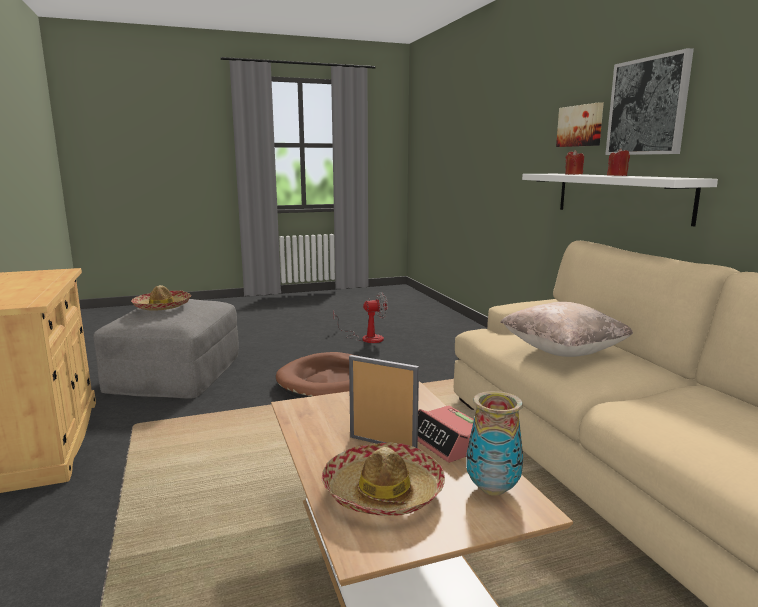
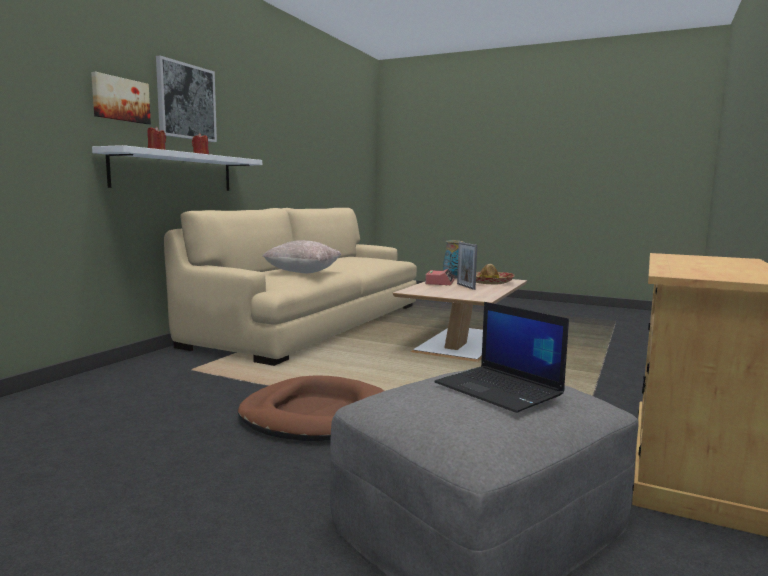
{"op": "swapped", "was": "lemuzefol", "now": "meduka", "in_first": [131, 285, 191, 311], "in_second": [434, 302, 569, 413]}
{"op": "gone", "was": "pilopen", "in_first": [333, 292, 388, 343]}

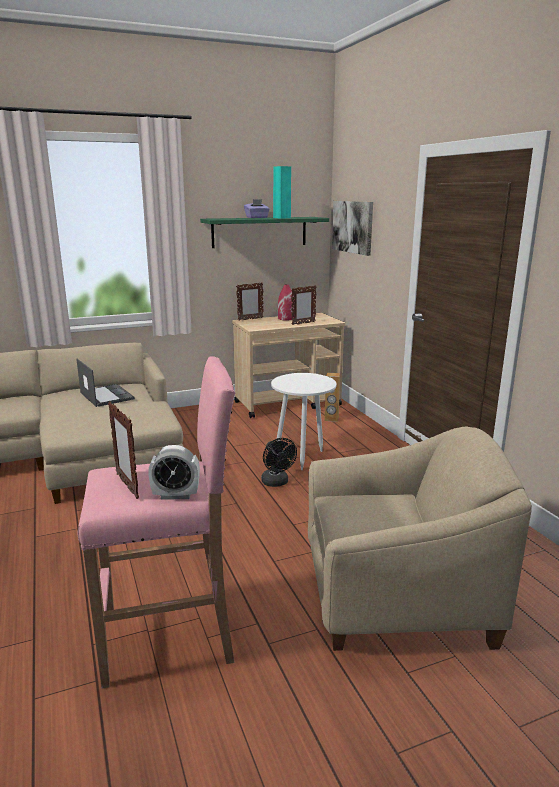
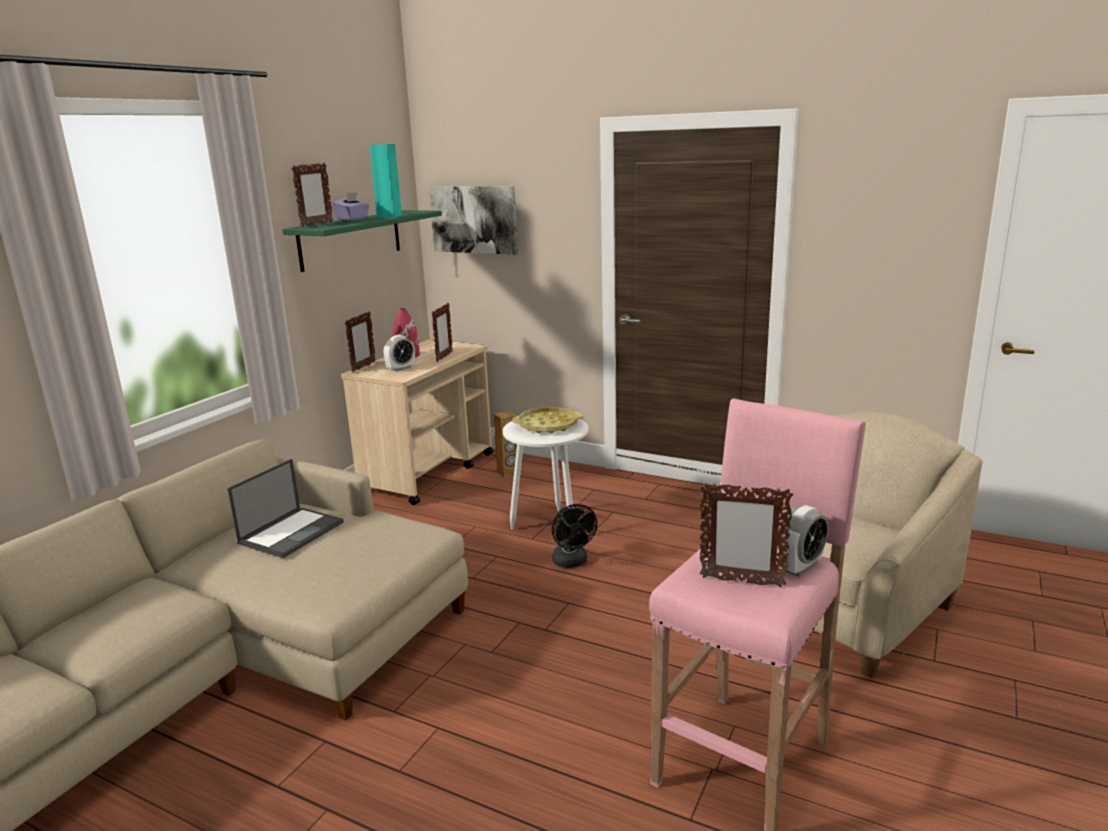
{"op": "rotated", "was": "meduka", "in_first": [76, 359, 135, 407], "in_second": [227, 459, 344, 558], "clockwise": 105}
{"op": "rotated", "was": "black pilopen", "in_first": [261, 438, 297, 487], "in_second": [552, 504, 598, 568], "clockwise": 45}
{"op": "new", "now": "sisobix", "in_second": [291, 163, 333, 227]}
{"op": "new", "now": "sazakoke", "in_second": [384, 335, 415, 372]}
{"op": "new", "now": "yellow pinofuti", "in_second": [512, 407, 583, 433]}

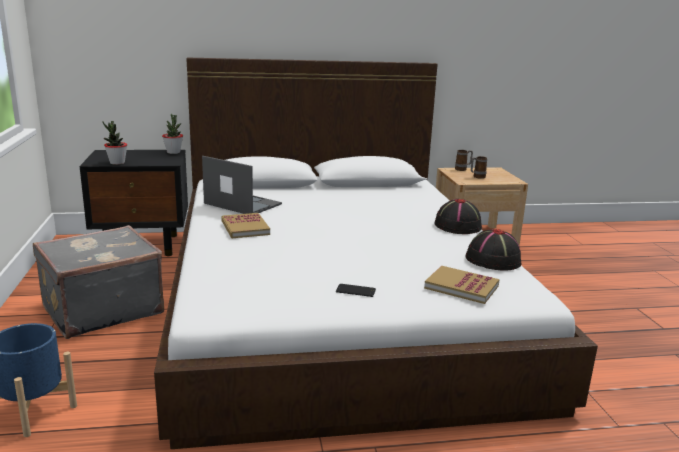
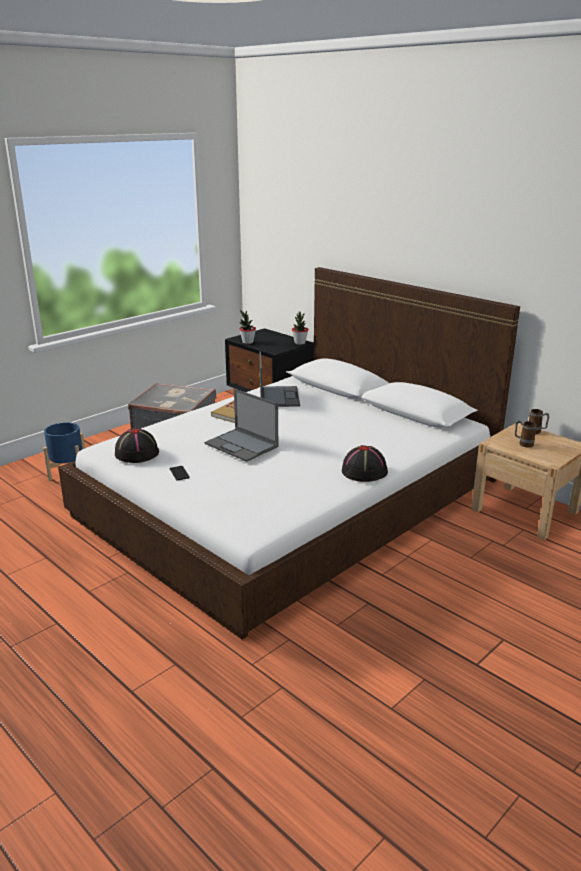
{"op": "gone", "was": "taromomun", "in_first": [424, 266, 499, 304]}
{"op": "shifted", "was": "black lemuzefol", "in_first": [465, 229, 521, 271], "in_second": [115, 428, 159, 463]}
{"op": "new", "now": "meduka", "in_second": [204, 389, 279, 462]}

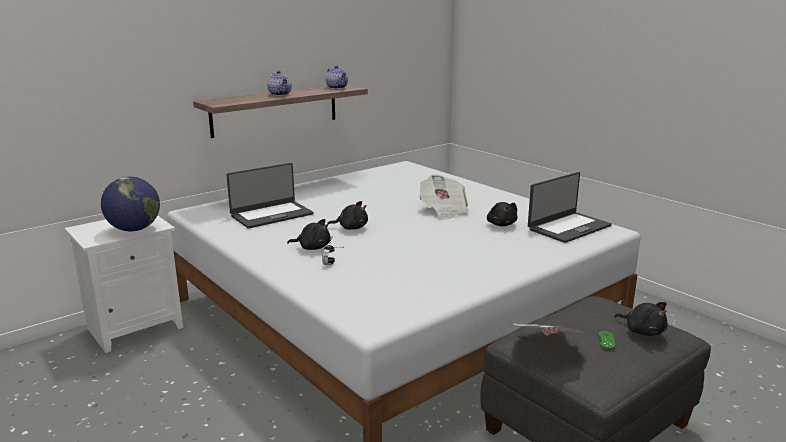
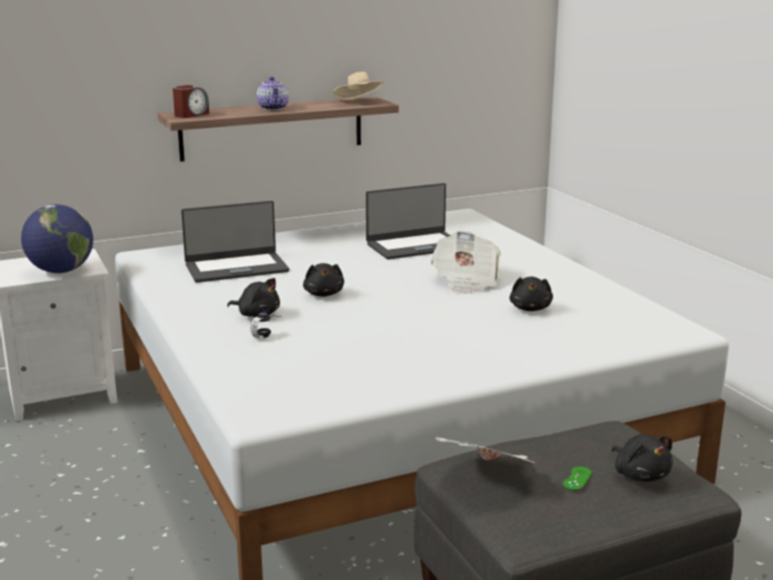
{"op": "swapped", "was": "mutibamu", "now": "beige lemuzefol", "in_first": [325, 65, 348, 89], "in_second": [333, 72, 383, 99]}
{"op": "rotated", "was": "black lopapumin", "in_first": [327, 201, 368, 230], "in_second": [303, 263, 344, 297], "clockwise": 60}
{"op": "shifted", "was": "meduka", "in_first": [528, 172, 612, 243], "in_second": [366, 183, 451, 259]}
{"op": "new", "now": "sazakoke", "in_second": [173, 85, 209, 118]}

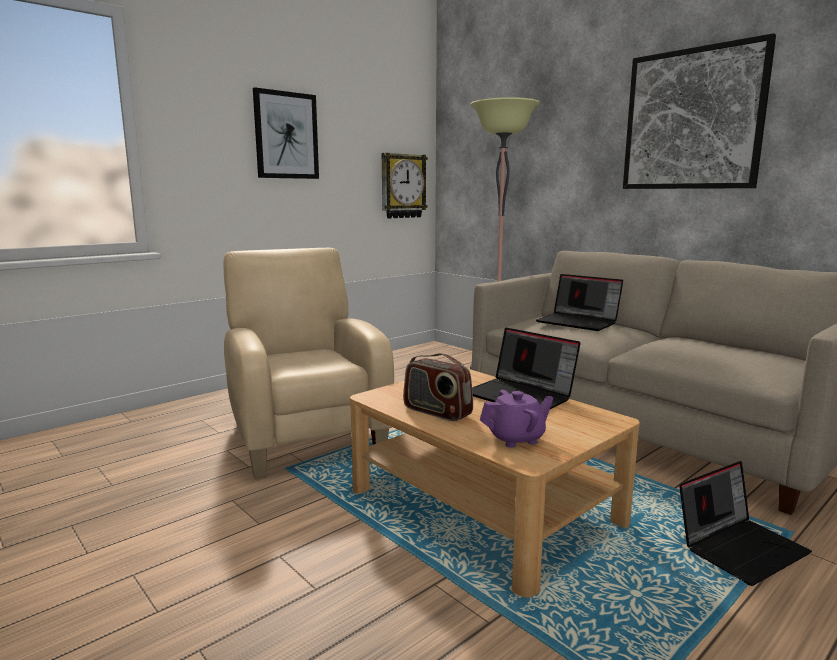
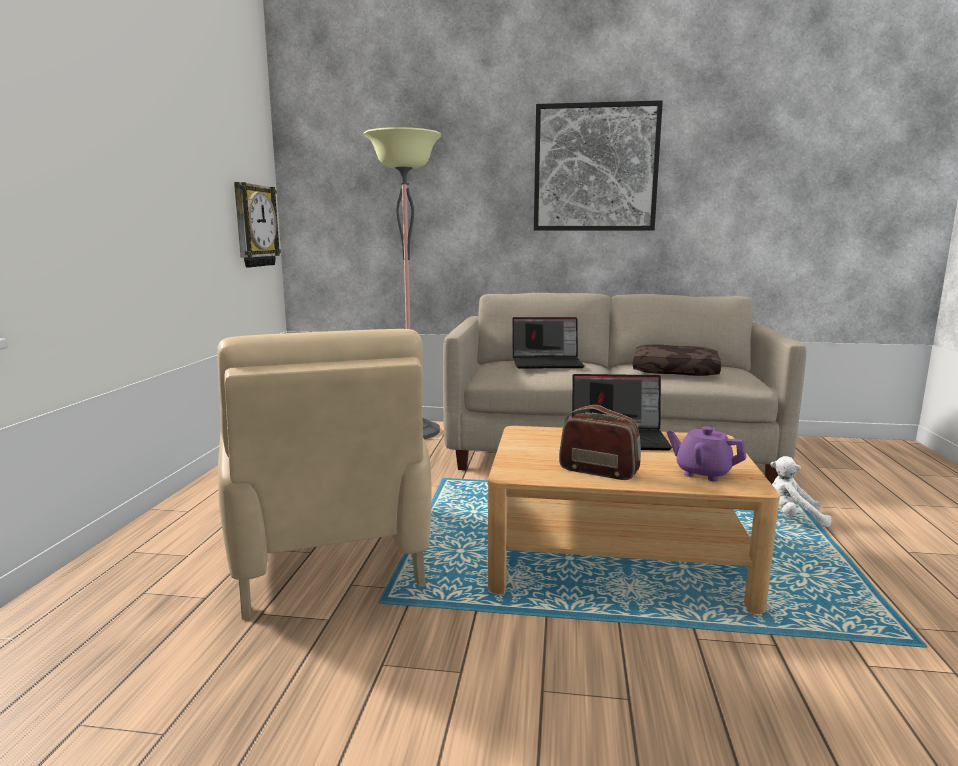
{"op": "rotated", "was": "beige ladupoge", "in_first": [223, 248, 394, 478], "in_second": [217, 329, 432, 620], "clockwise": -135}
{"op": "gone", "was": "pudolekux", "in_first": [253, 87, 319, 179]}
{"op": "rotated", "was": "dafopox", "in_first": [403, 353, 473, 421], "in_second": [559, 405, 641, 480], "clockwise": -150}
{"op": "rotated", "was": "purple mutibamu", "in_first": [480, 390, 553, 448], "in_second": [667, 426, 747, 482], "clockwise": -90}
{"op": "swapped", "was": "meduka", "now": "white lopapumin", "in_first": [679, 461, 812, 586], "in_second": [770, 456, 831, 527]}
{"op": "new", "now": "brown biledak", "in_second": [633, 345, 721, 376]}

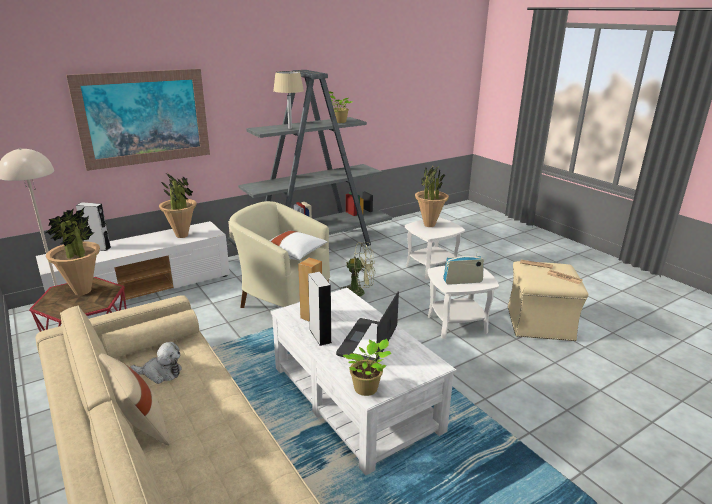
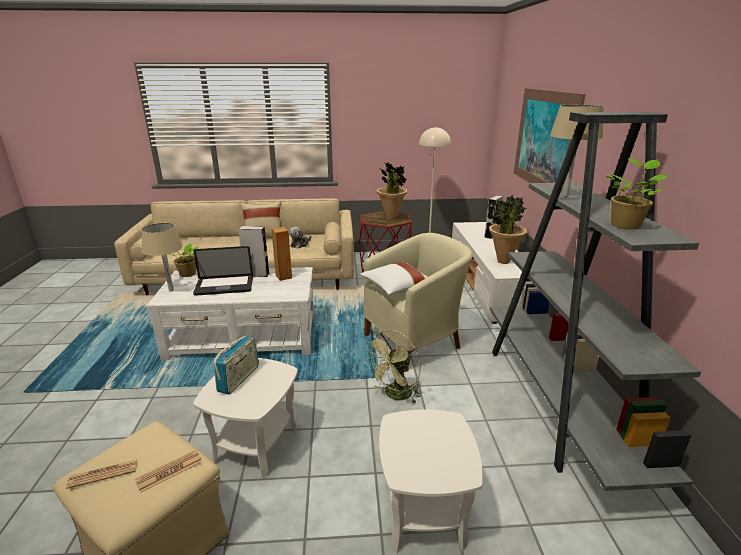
{"op": "rotated", "was": "meduka", "in_first": [336, 291, 399, 361], "in_second": [193, 246, 253, 296], "clockwise": 120}
{"op": "gone", "was": "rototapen", "in_first": [415, 166, 449, 227]}
{"op": "new", "now": "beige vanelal", "in_second": [141, 223, 183, 292]}

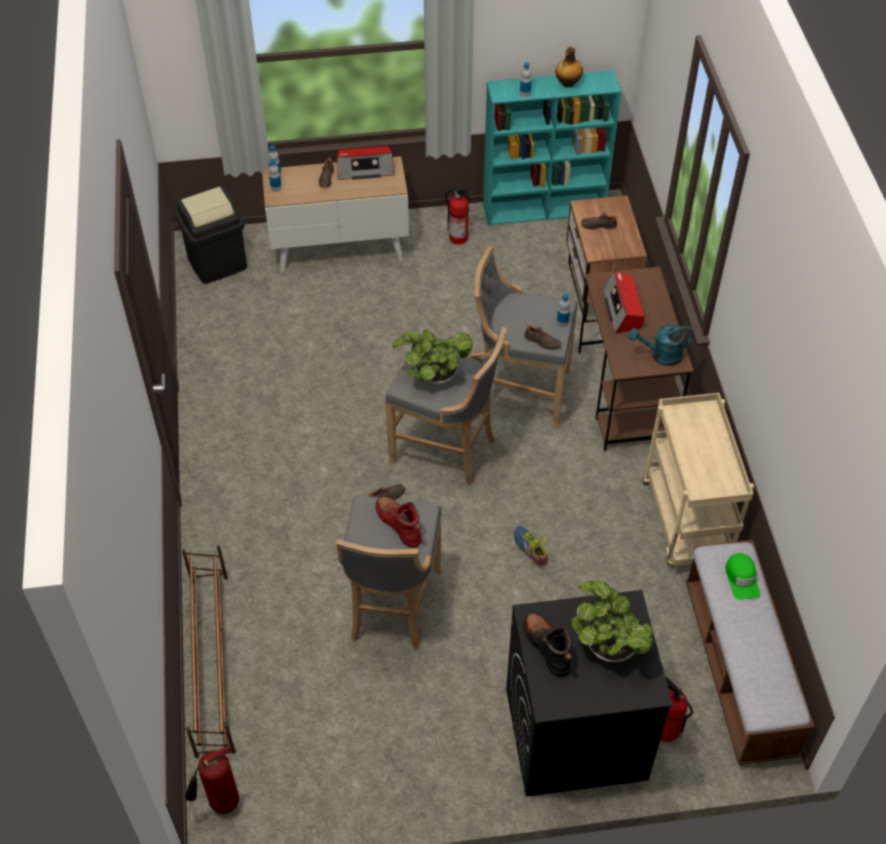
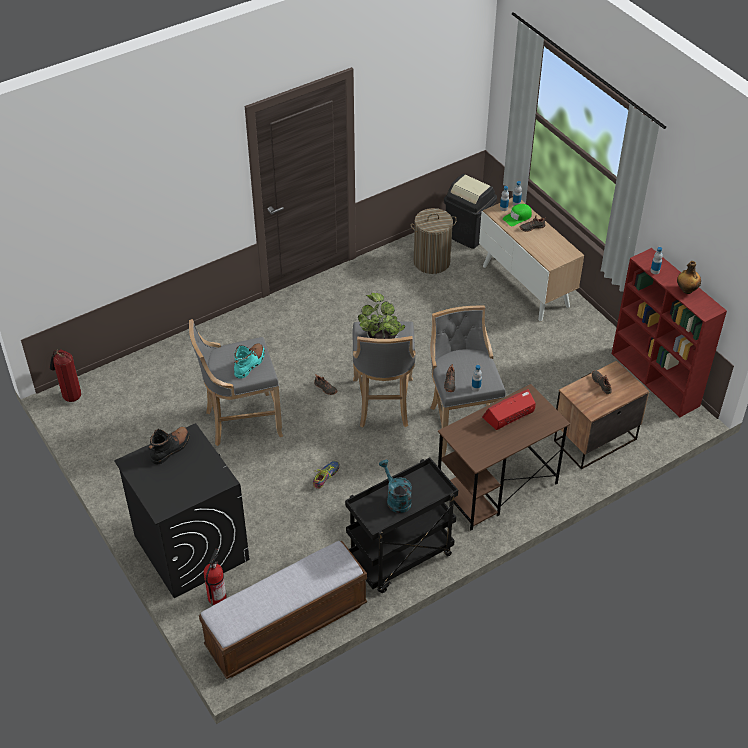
{"op": "gone", "was": "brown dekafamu", "in_first": [182, 545, 236, 758]}
{"op": "gone", "was": "dafopox", "in_first": [337, 146, 395, 180]}
{"op": "repainted", "was": "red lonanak", "now": "turquoise lonanak", "in_first": [375, 496, 422, 548], "in_second": [234, 343, 265, 379]}
{"op": "gone", "was": "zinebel", "in_first": [445, 189, 473, 245]}
{"op": "repainted", "was": "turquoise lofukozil", "now": "red lofukozil", "in_first": [483, 70, 621, 225], "in_second": [612, 248, 727, 417]}
{"op": "gone", "was": "rototapen", "in_first": [571, 581, 653, 662]}
{"op": "shifted", "was": "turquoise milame", "in_first": [629, 324, 694, 366], "in_second": [379, 460, 412, 513]}
{"op": "repainted", "was": "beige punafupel", "now": "black punafupel", "in_first": [643, 393, 754, 566], "in_second": [345, 458, 458, 593]}
{"op": "shifted", "was": "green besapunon", "in_first": [725, 553, 760, 600], "in_second": [503, 204, 532, 226]}
{"op": "new", "now": "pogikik", "in_second": [411, 208, 457, 274]}

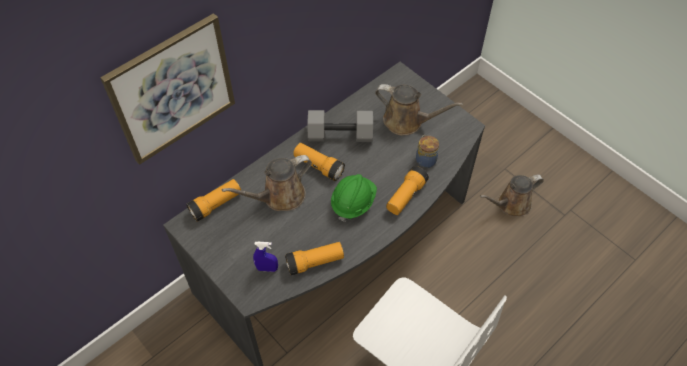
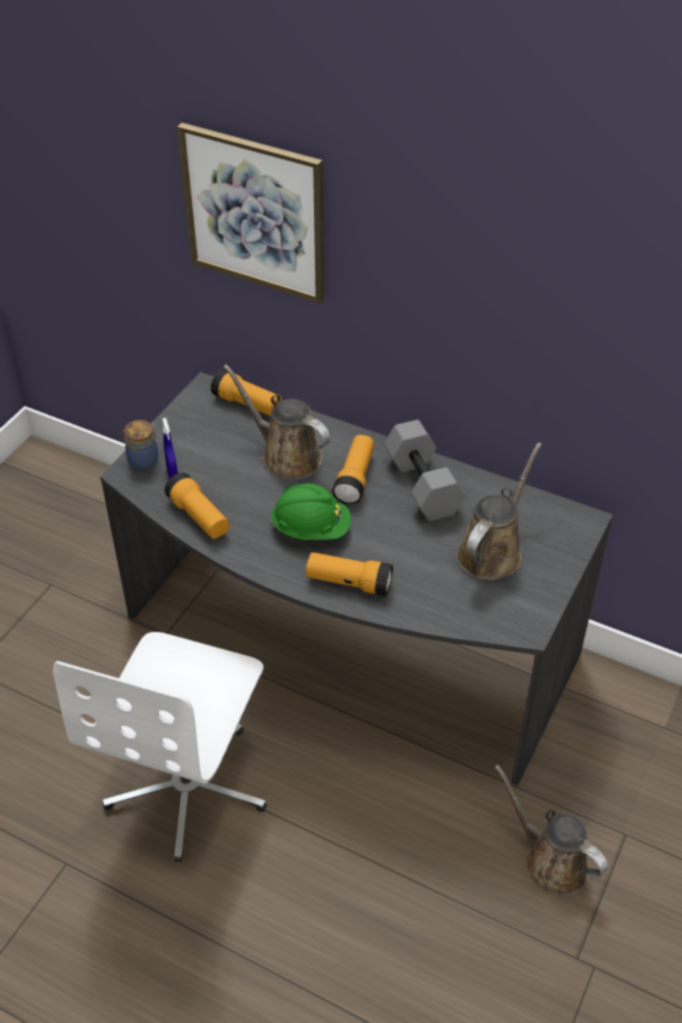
{"op": "rotated", "was": "brown milame", "in_first": [375, 84, 463, 136], "in_second": [456, 443, 542, 580], "clockwise": -150}
{"op": "shifted", "was": "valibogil", "in_first": [416, 135, 439, 168], "in_second": [124, 420, 159, 470]}

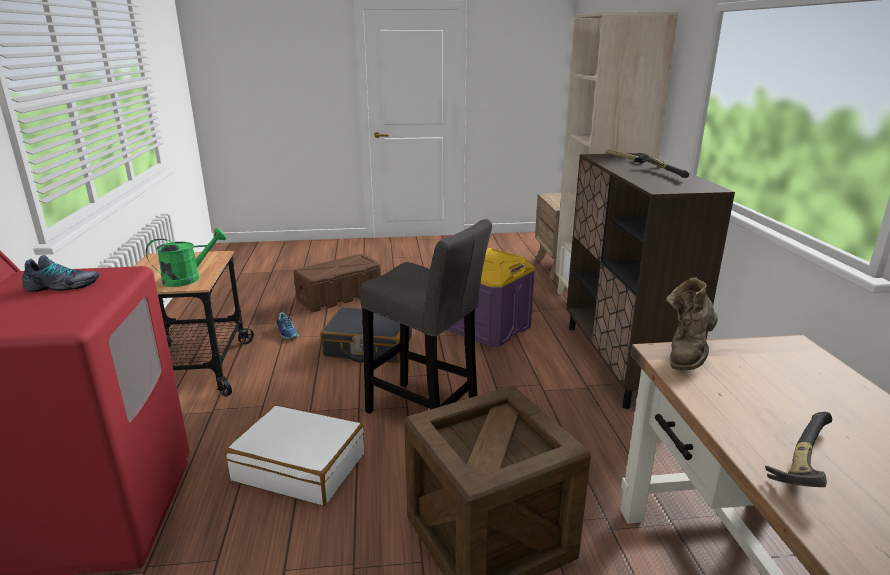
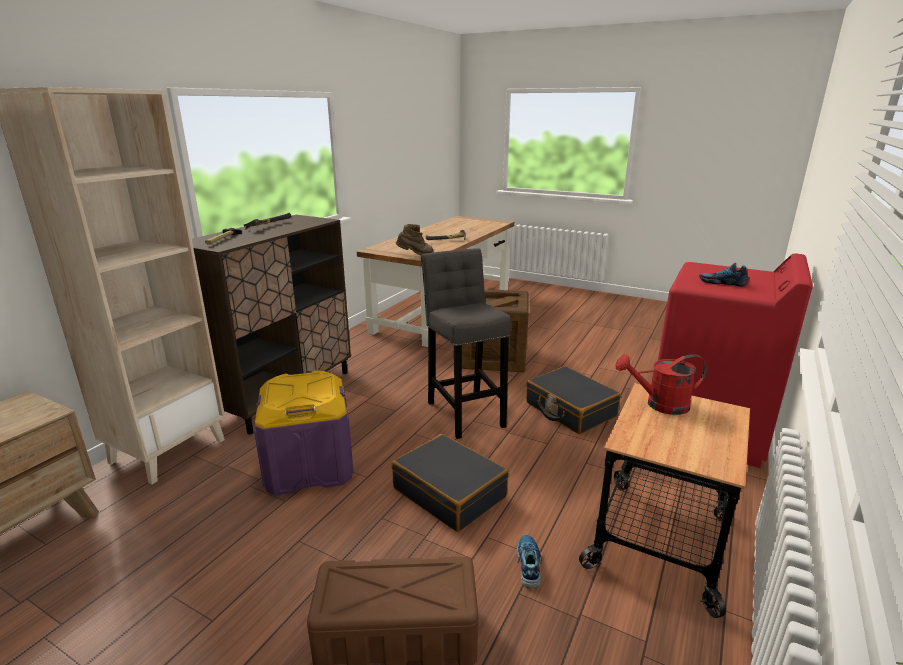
{"op": "repainted", "was": "green milame", "now": "red milame", "in_first": [146, 228, 226, 287], "in_second": [616, 354, 707, 415]}
{"op": "repainted", "was": "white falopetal", "now": "black falopetal", "in_first": [225, 405, 364, 506], "in_second": [526, 366, 620, 434]}

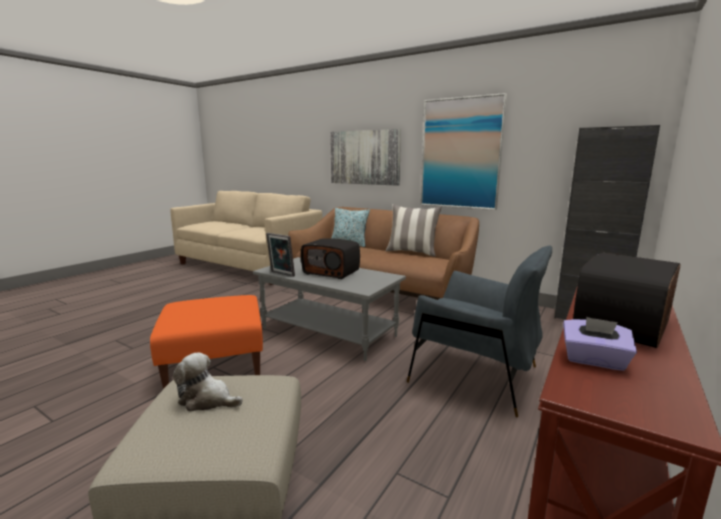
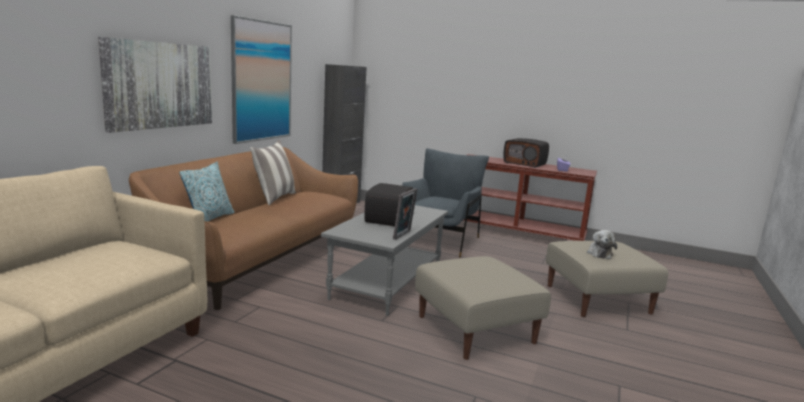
{"op": "repainted", "was": "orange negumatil", "now": "beige negumatil", "in_first": [150, 295, 263, 389], "in_second": [415, 256, 551, 360]}

